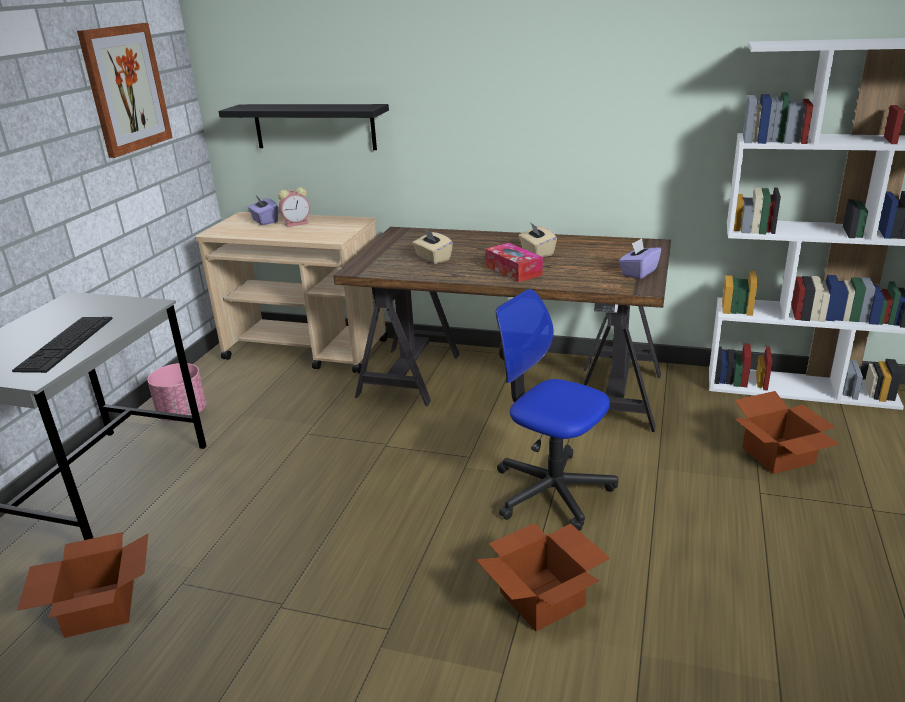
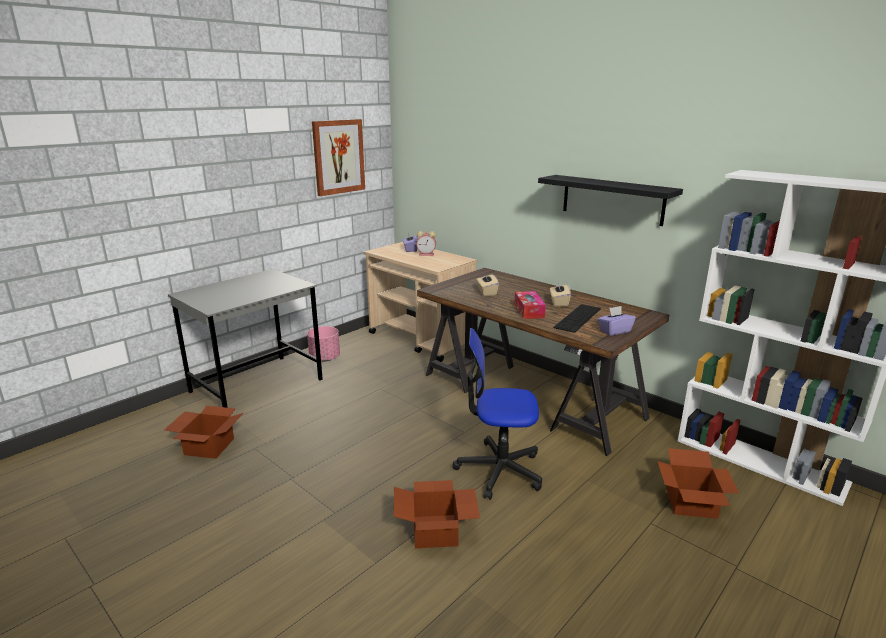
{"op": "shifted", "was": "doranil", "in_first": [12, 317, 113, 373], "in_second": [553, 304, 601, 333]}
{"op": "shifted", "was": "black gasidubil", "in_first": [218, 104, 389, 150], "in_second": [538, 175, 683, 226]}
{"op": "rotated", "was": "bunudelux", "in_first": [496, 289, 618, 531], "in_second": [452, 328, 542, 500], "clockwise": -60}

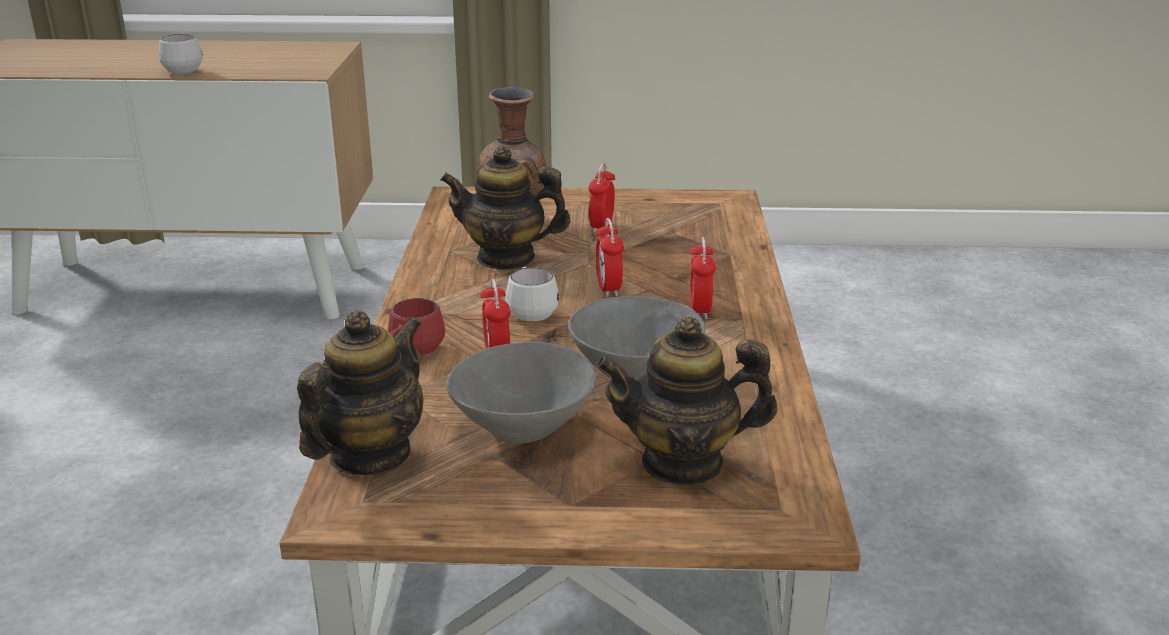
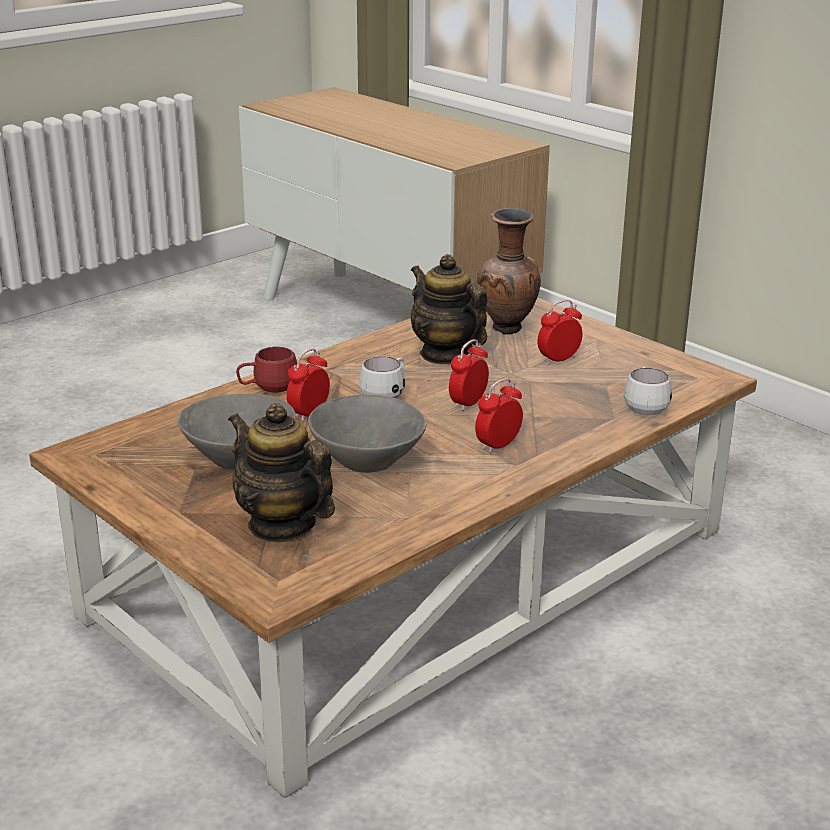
{"op": "shifted", "was": "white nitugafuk", "in_first": [159, 34, 203, 74], "in_second": [624, 367, 672, 416]}
{"op": "gone", "was": "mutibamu", "in_first": [297, 310, 424, 475]}

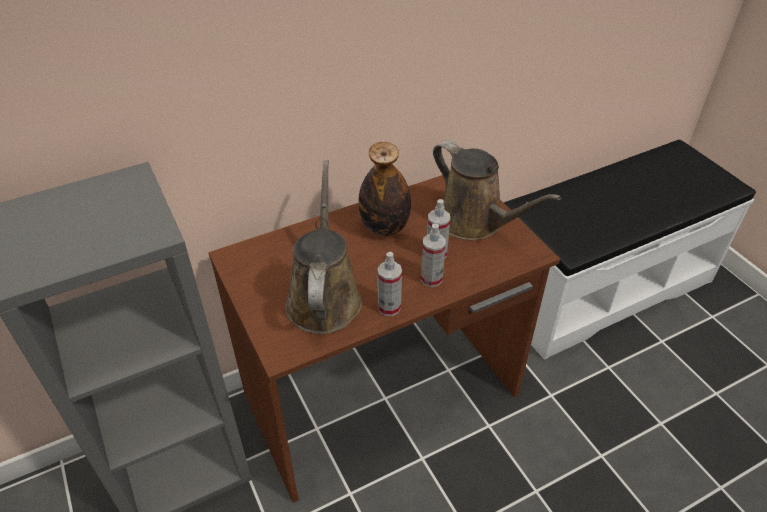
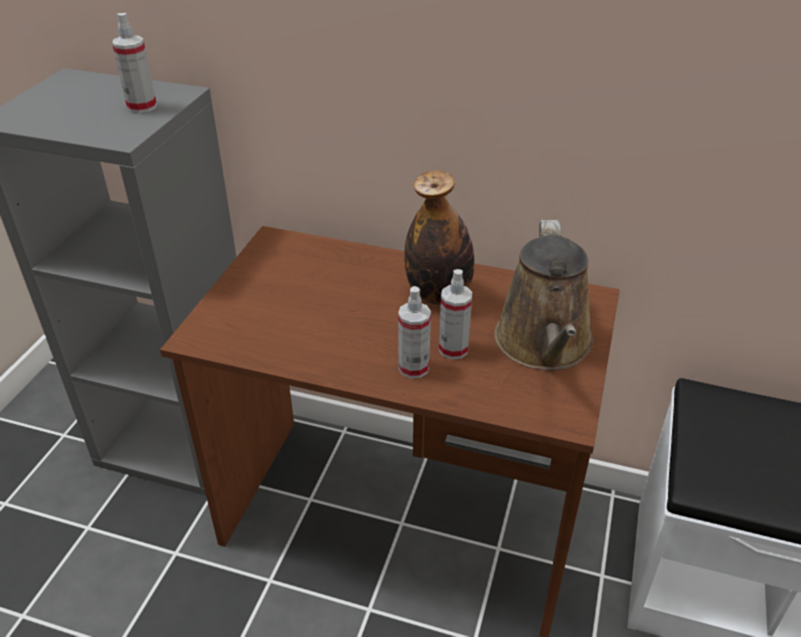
{"op": "gone", "was": "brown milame", "in_first": [285, 160, 362, 334]}
{"op": "shifted", "was": "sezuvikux", "in_first": [377, 252, 402, 316], "in_second": [112, 13, 157, 113]}

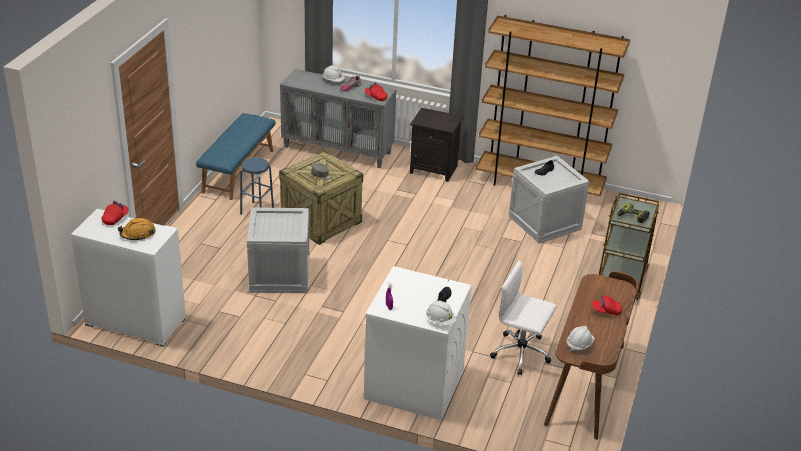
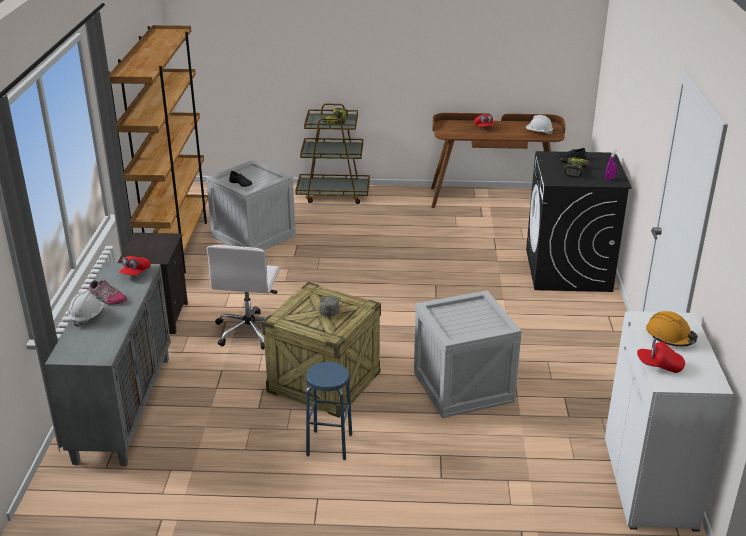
{"op": "gone", "was": "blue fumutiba", "in_first": [196, 113, 275, 200]}
{"op": "repainted", "was": "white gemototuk", "now": "black gemototuk", "in_first": [364, 266, 472, 420], "in_second": [526, 151, 632, 292]}
{"op": "gone", "was": "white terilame", "in_first": [426, 300, 457, 326]}
{"op": "shifted", "was": "white bunudelux", "in_first": [490, 261, 557, 375], "in_second": [207, 245, 280, 350]}
{"op": "new", "now": "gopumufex", "in_second": [560, 157, 589, 178]}

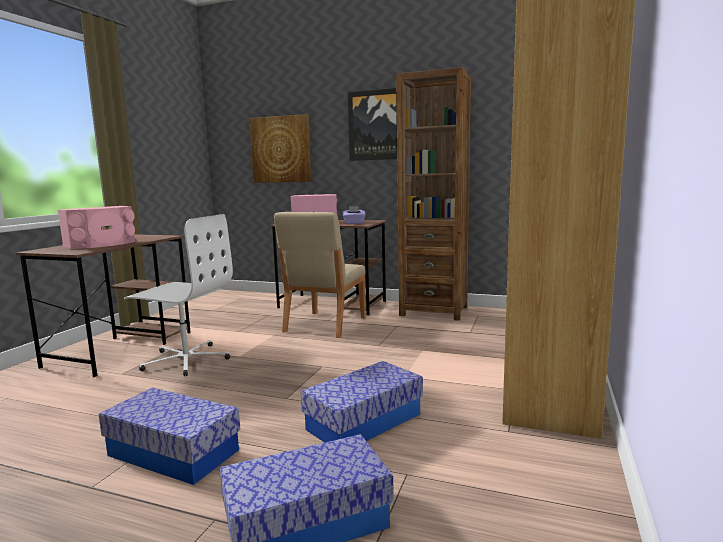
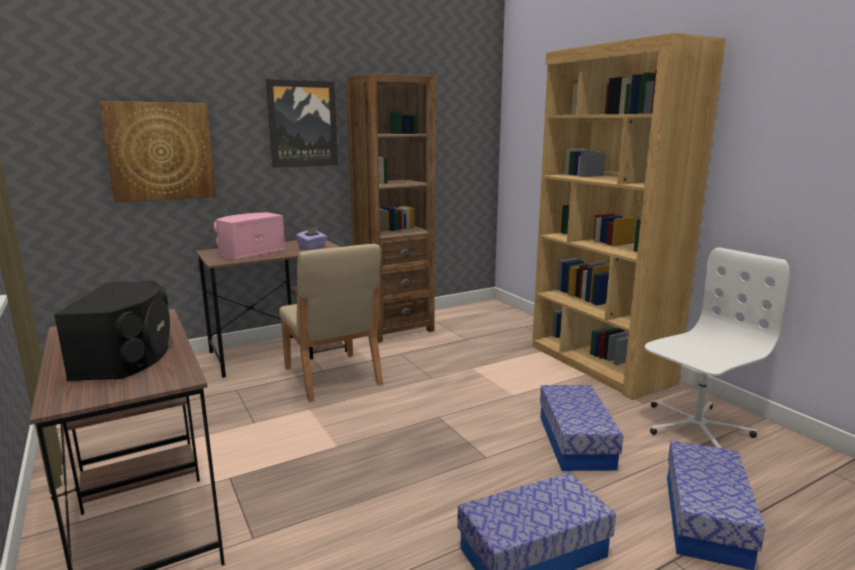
{"op": "repainted", "was": "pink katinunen", "now": "black katinunen", "in_first": [58, 206, 135, 249], "in_second": [54, 281, 170, 381]}
{"op": "shifted", "was": "white bunudelux", "in_first": [124, 214, 233, 376], "in_second": [645, 247, 790, 448]}

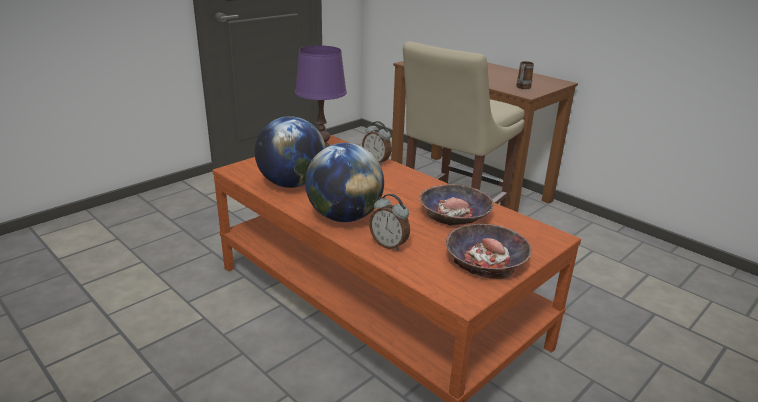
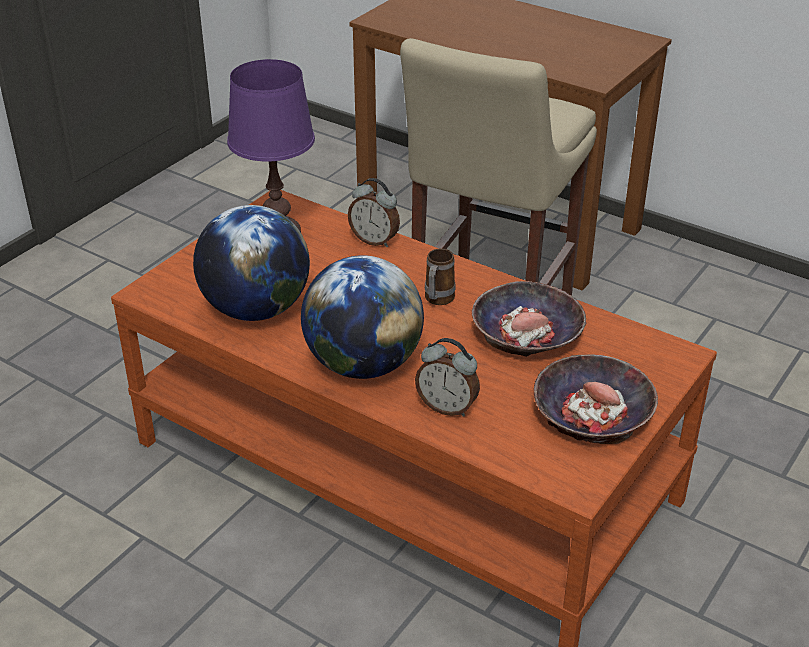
{"op": "shifted", "was": "nitugafuk", "in_first": [516, 61, 534, 89], "in_second": [425, 248, 455, 305]}

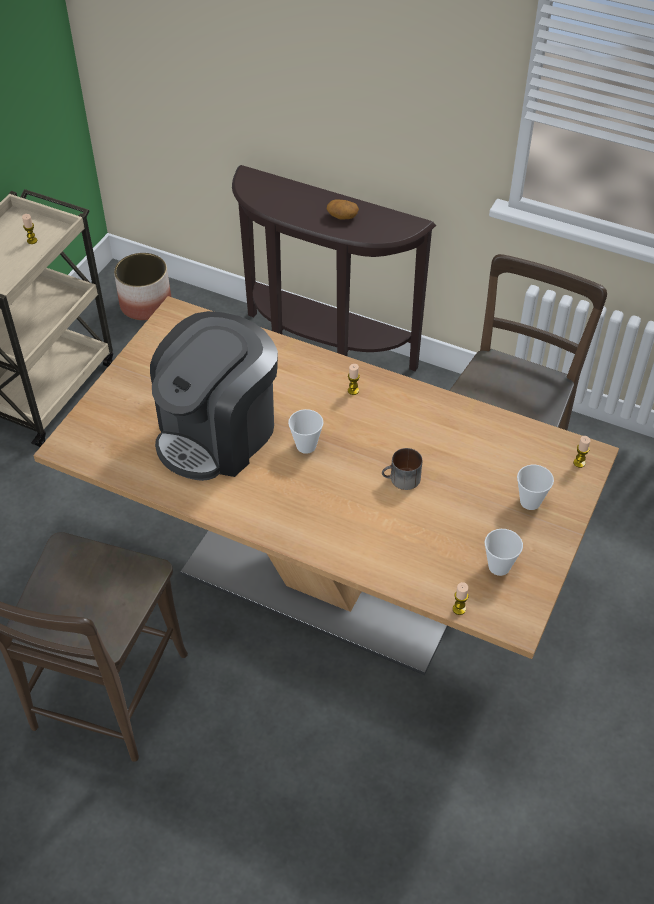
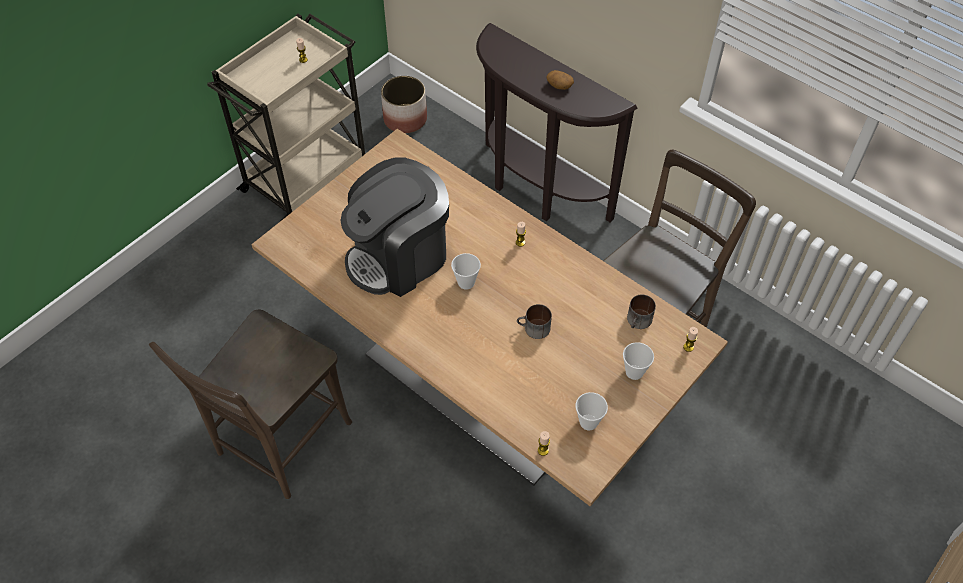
{"op": "new", "now": "nitugafuk", "in_second": [627, 295, 656, 329]}

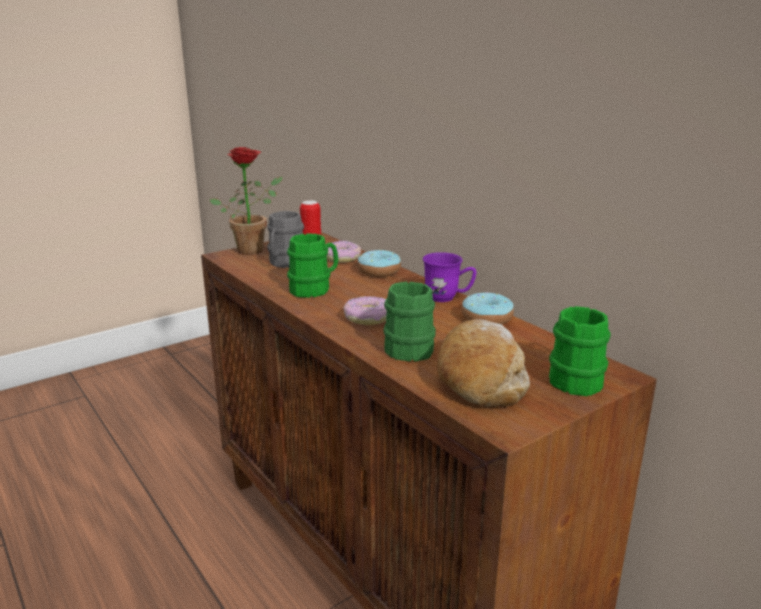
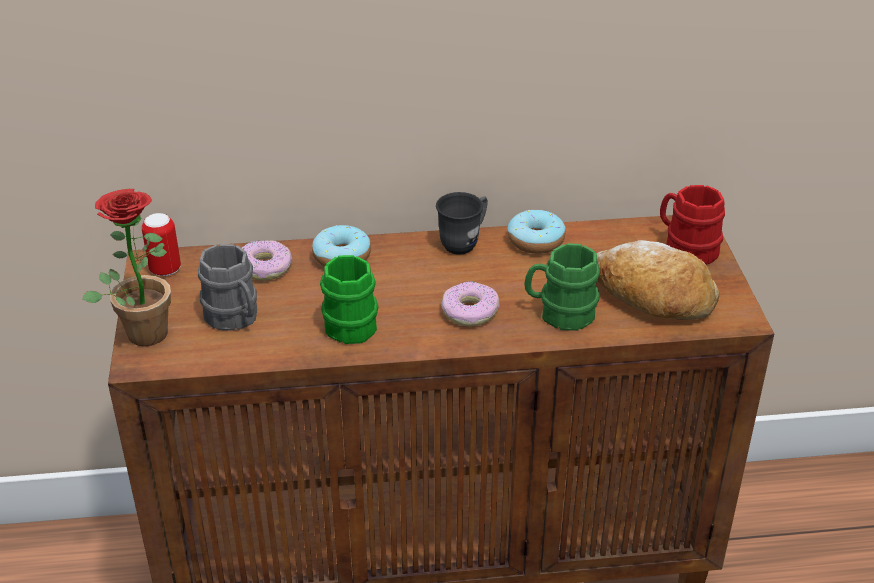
{"op": "repainted", "was": "purple nitugafuk", "now": "grey nitugafuk", "in_first": [423, 252, 476, 302], "in_second": [436, 192, 488, 255]}
{"op": "repainted", "was": "green nitugafuk", "now": "red nitugafuk", "in_first": [549, 306, 611, 396], "in_second": [660, 185, 725, 264]}

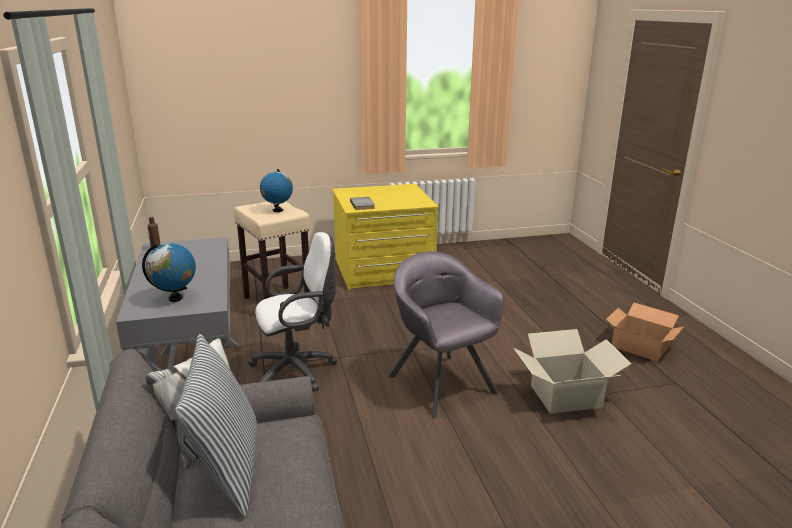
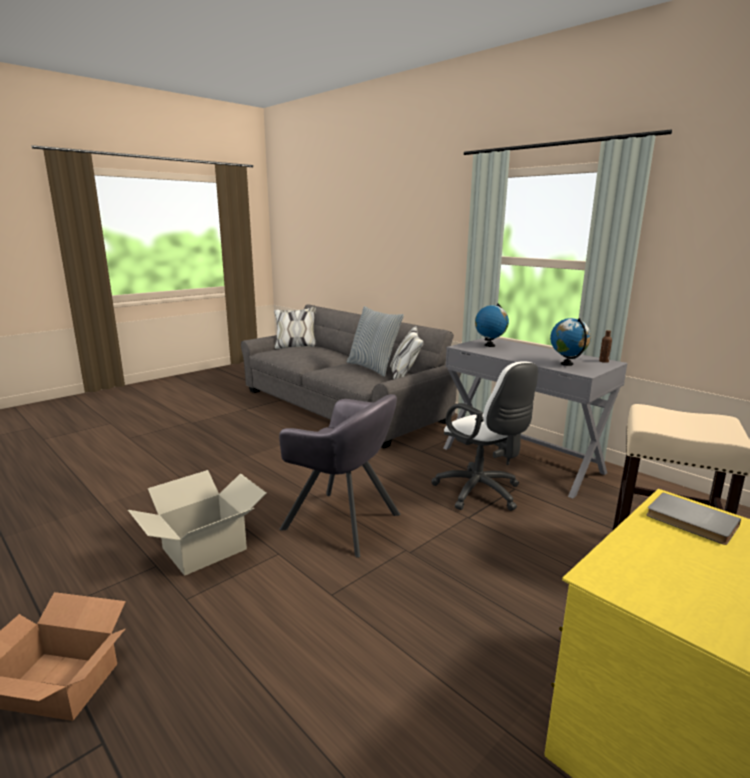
{"op": "rotated", "was": "white bunudelux", "in_first": [248, 232, 338, 392], "in_second": [431, 361, 538, 511], "clockwise": -75}
{"op": "shifted", "was": "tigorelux", "in_first": [260, 169, 293, 212], "in_second": [550, 318, 591, 366]}

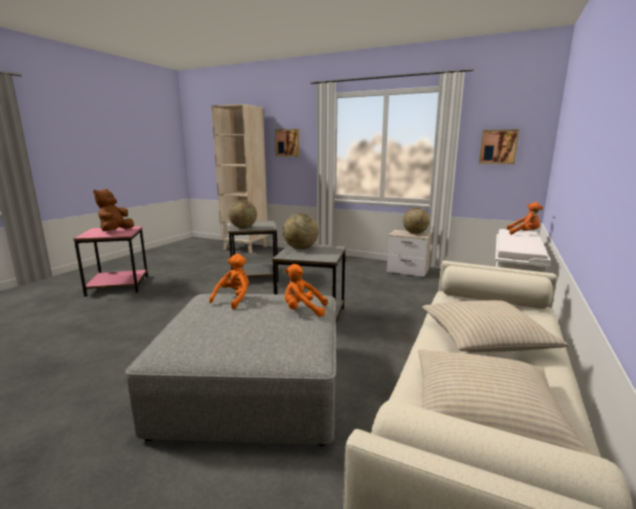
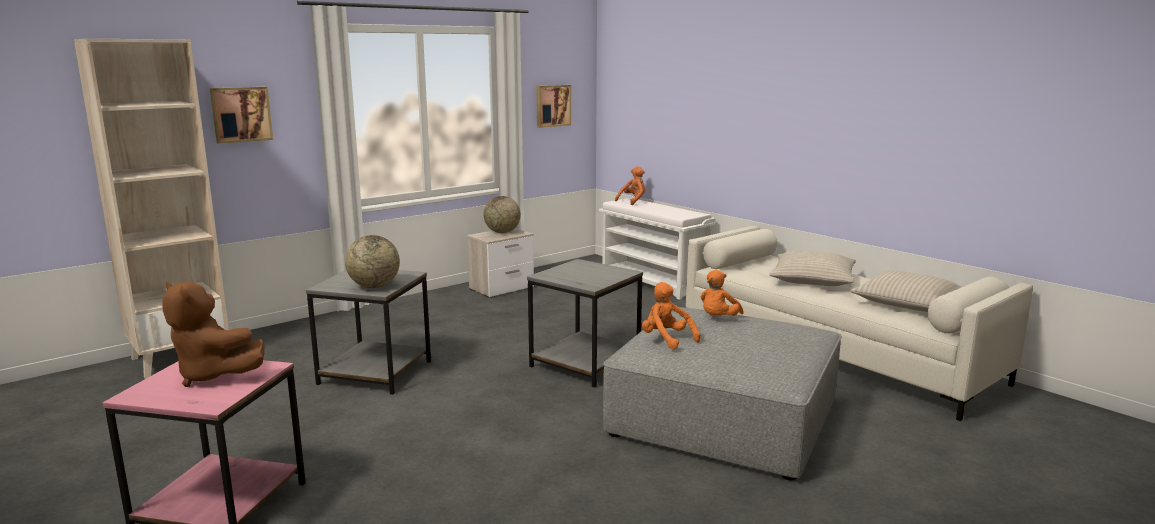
{"op": "gone", "was": "tigorelux", "in_first": [283, 213, 319, 249]}

